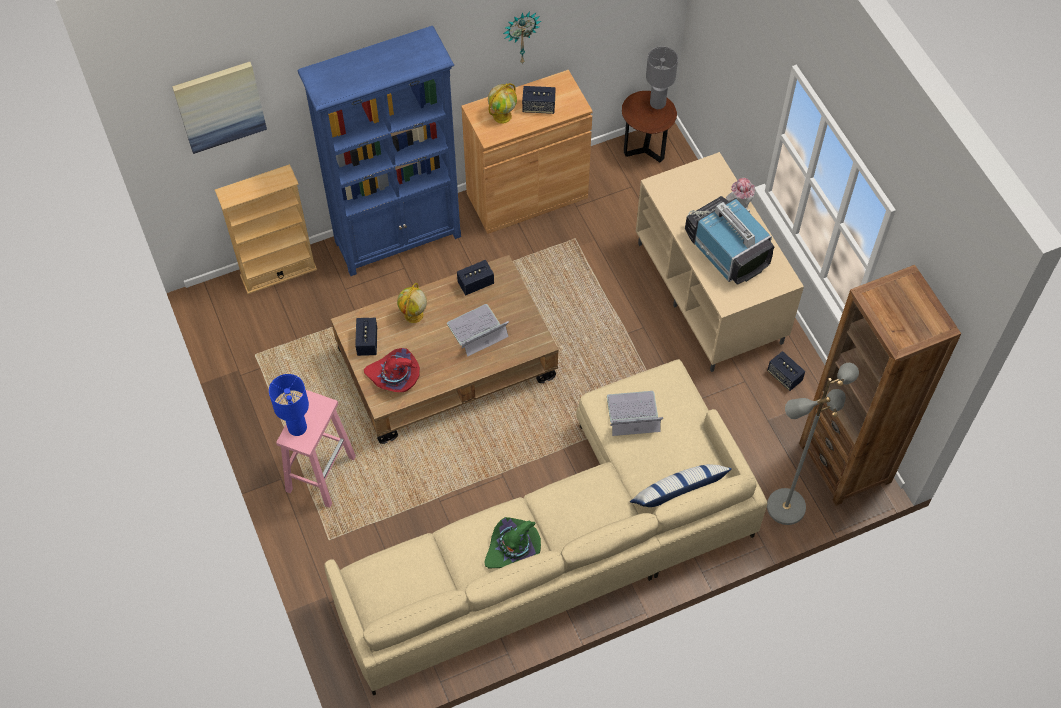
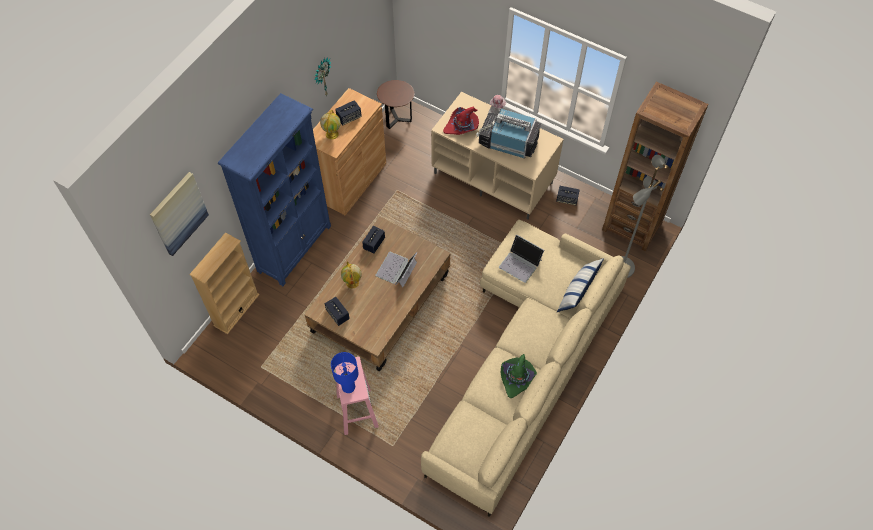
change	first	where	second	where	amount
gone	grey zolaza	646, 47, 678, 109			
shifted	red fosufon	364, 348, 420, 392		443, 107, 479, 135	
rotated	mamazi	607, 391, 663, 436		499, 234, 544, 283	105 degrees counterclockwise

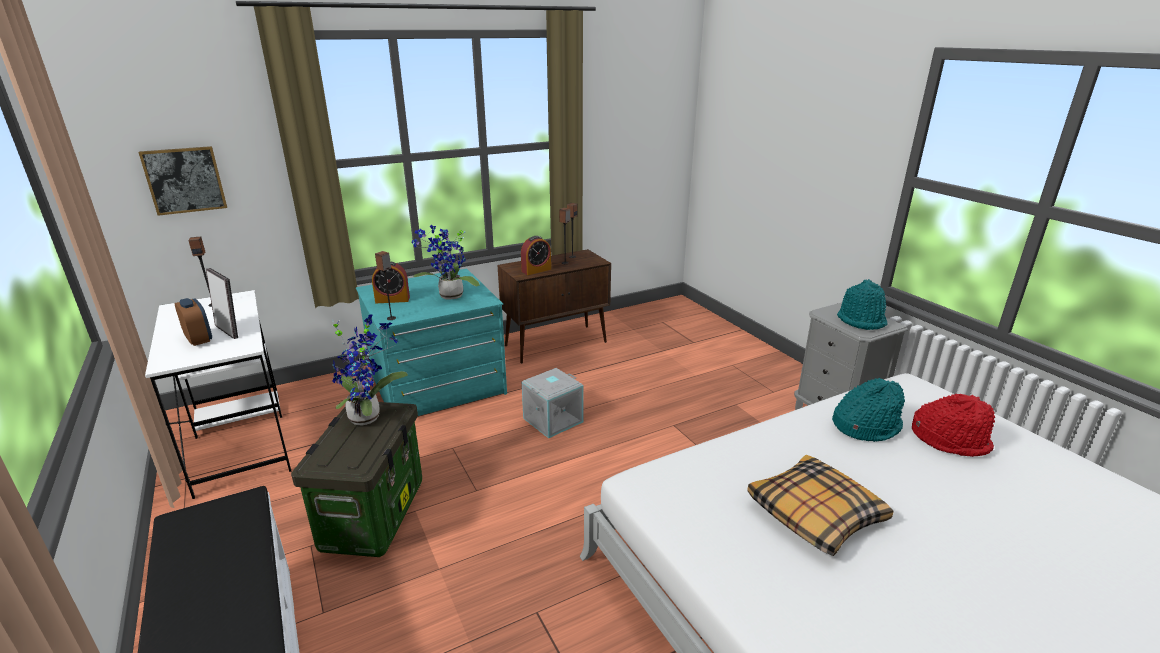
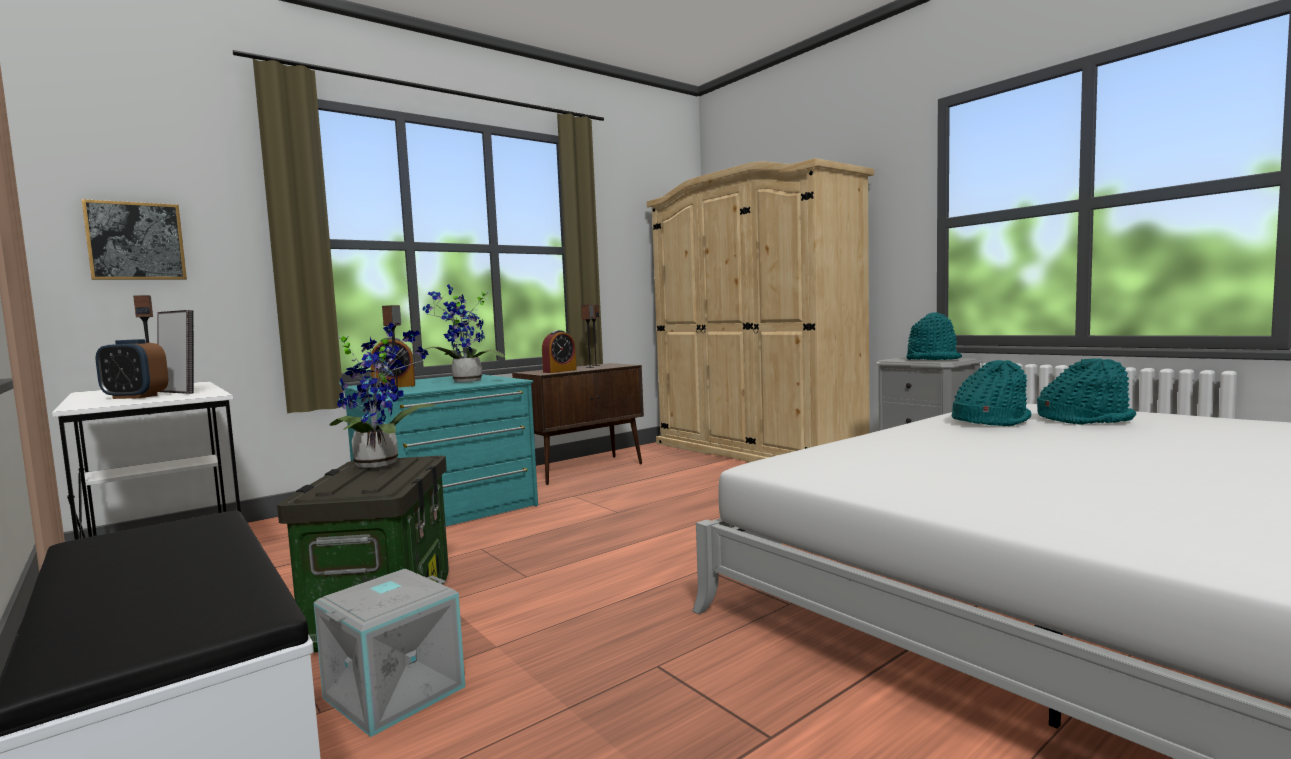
change	first	where	second	where	amount
gone	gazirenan	748, 455, 894, 556			
new			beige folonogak	647, 158, 874, 462	
shifted	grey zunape	522, 368, 583, 438		314, 569, 466, 737	
repainted	red fosufon	912, 394, 995, 457	turquoise fosufon	1037, 359, 1136, 425	
rotated	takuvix	175, 298, 212, 346		95, 339, 168, 399	150 degrees clockwise

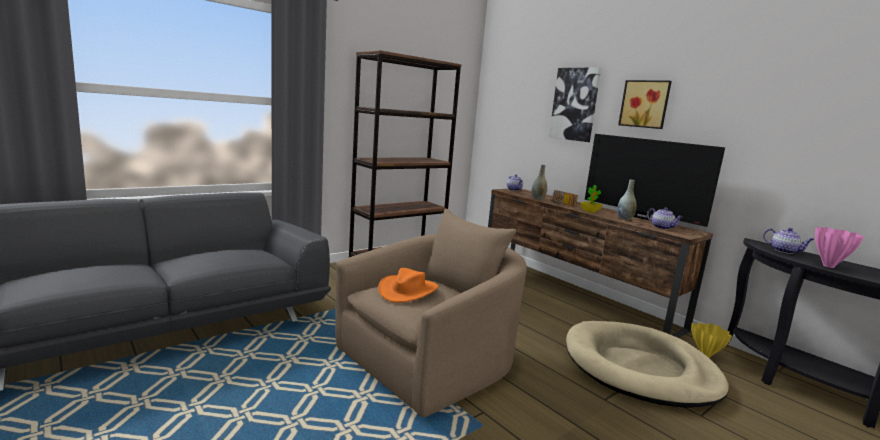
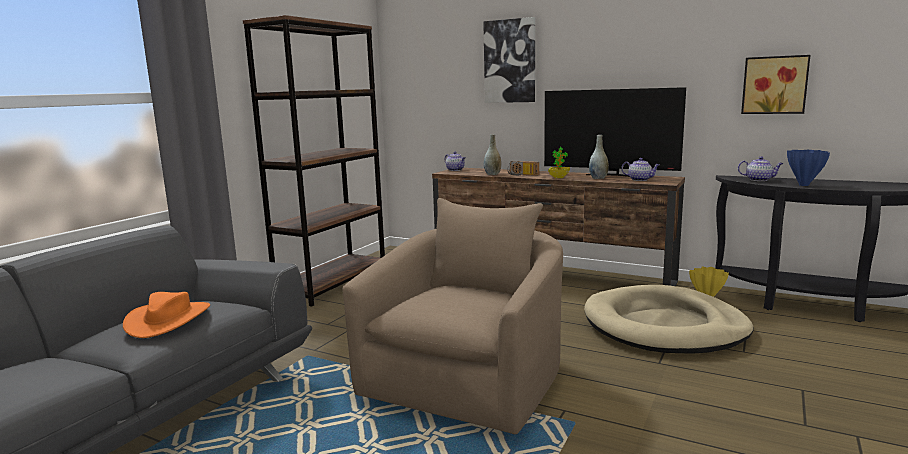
change	first	where	second	where	amount
shifted	orange fosufon	378, 268, 439, 303		123, 292, 210, 338	
shifted	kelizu	618, 80, 672, 129		741, 55, 810, 114	
repainted	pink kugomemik	815, 227, 864, 268	blue kugomemik	787, 150, 830, 186	

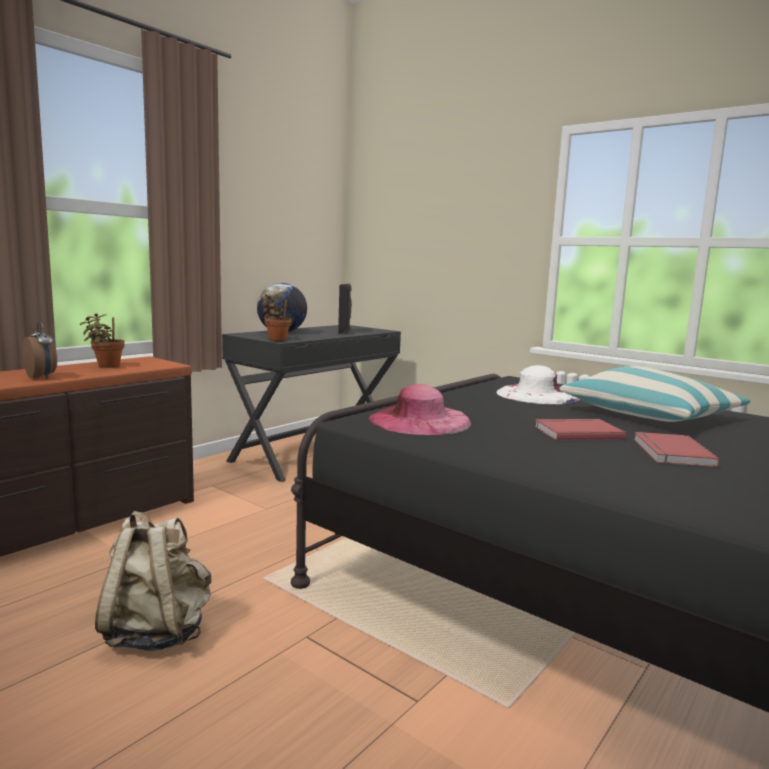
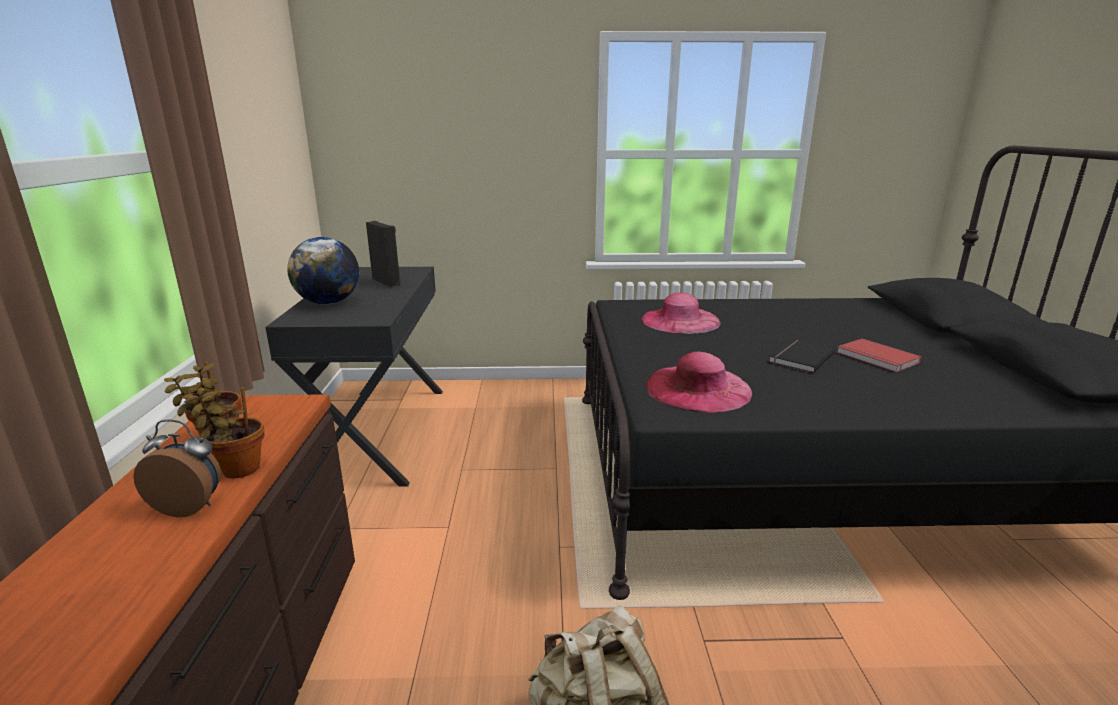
change	first	where	second	where	amount
gone	gazirenan	560, 366, 750, 422			
shifted	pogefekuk	262, 294, 291, 341		182, 387, 265, 478	
repainted	white fosufon	496, 365, 581, 405	pink fosufon	641, 293, 721, 334	
repainted	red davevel	535, 419, 626, 441	black davevel	769, 339, 835, 373	

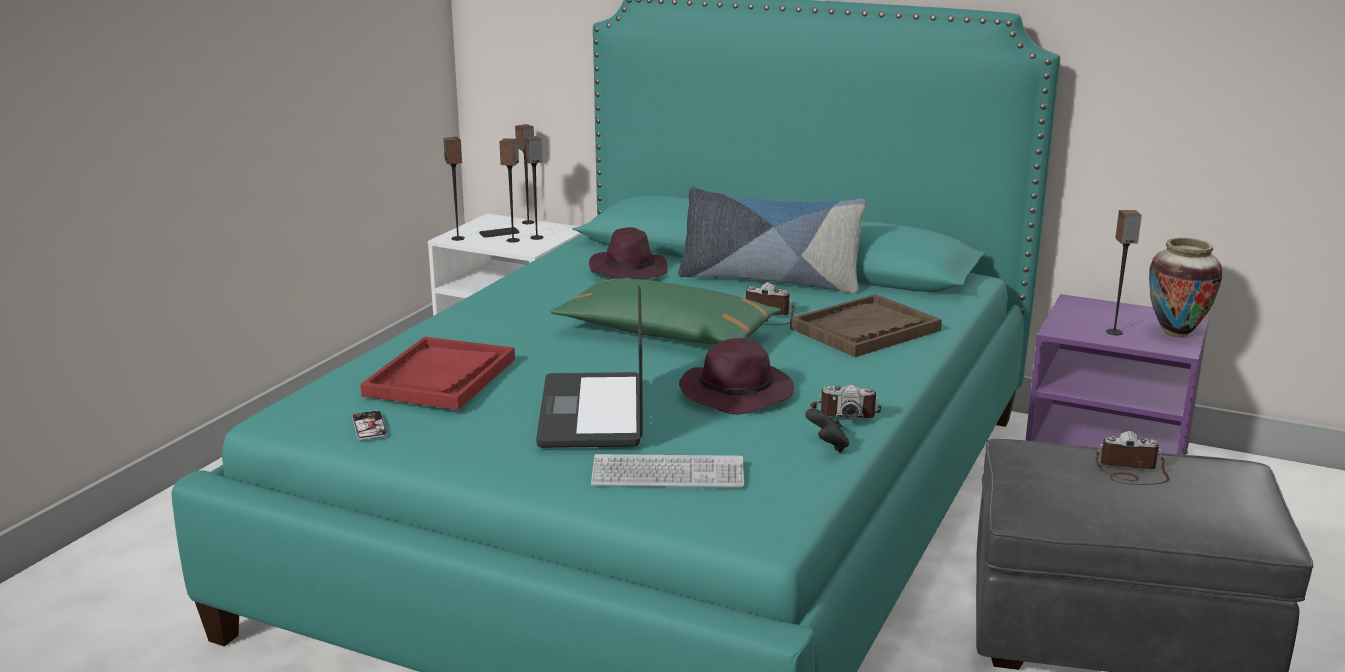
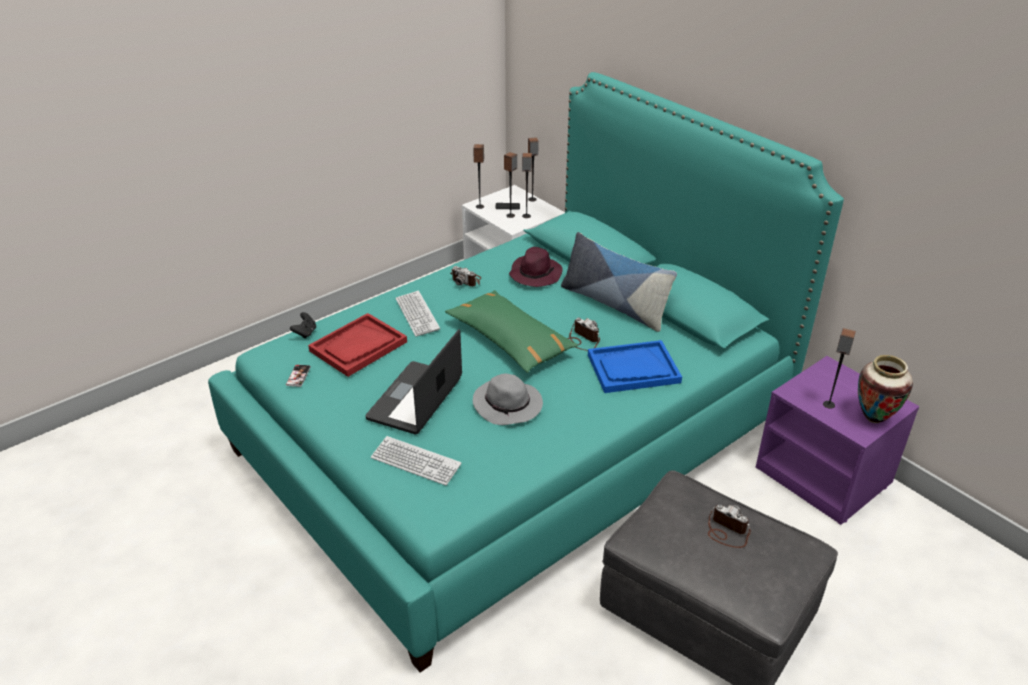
change	first	where	second	where	amount
new			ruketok	395, 291, 440, 337	
shifted	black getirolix	805, 409, 849, 453		290, 312, 316, 339	
shifted	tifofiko	810, 384, 881, 420		450, 266, 481, 287	
repainted	purple fosufon	679, 338, 794, 414	grey fosufon	473, 373, 543, 425	
repainted	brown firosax	790, 294, 942, 357	blue firosax	588, 340, 682, 393	

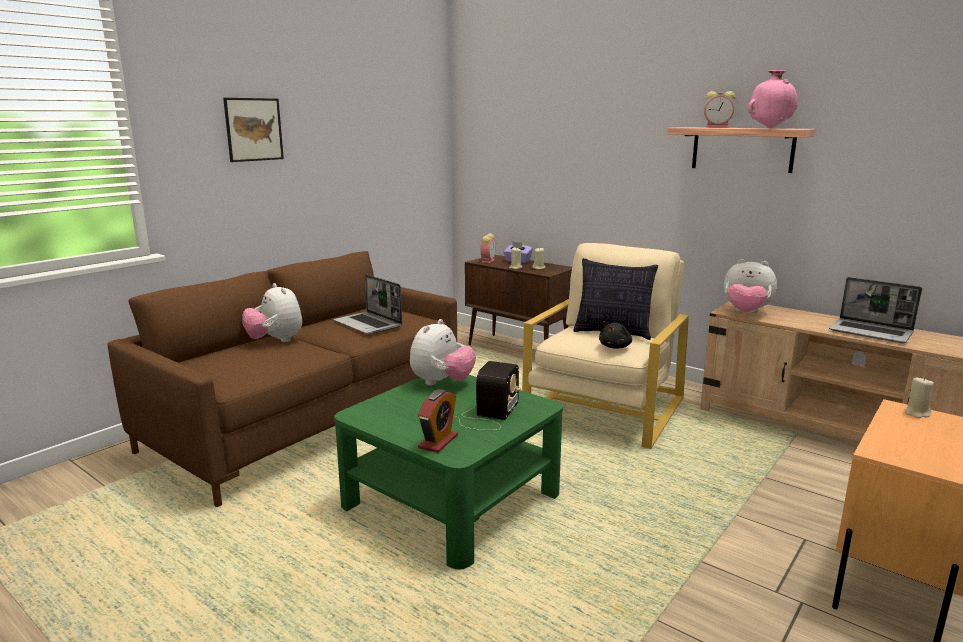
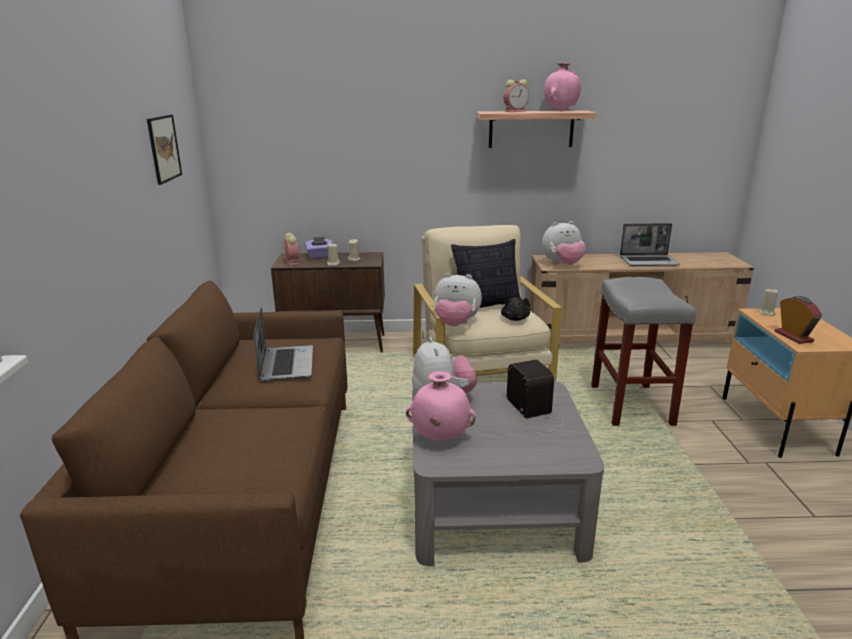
change	first	where	second	where	amount
new			pink kugomemik	406, 371, 476, 440	
new			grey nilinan	591, 277, 696, 426	
shifted	kelizu	223, 98, 284, 162		147, 115, 182, 185	
shifted	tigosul	242, 283, 302, 342		434, 273, 482, 326	
shifted	takuvix	418, 389, 458, 453		775, 296, 822, 344	
repainted	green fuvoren	334, 375, 563, 570	grey fuvoren	412, 382, 604, 566	
rotated	mamazi	333, 274, 402, 334		253, 308, 313, 382	105 degrees counterclockwise

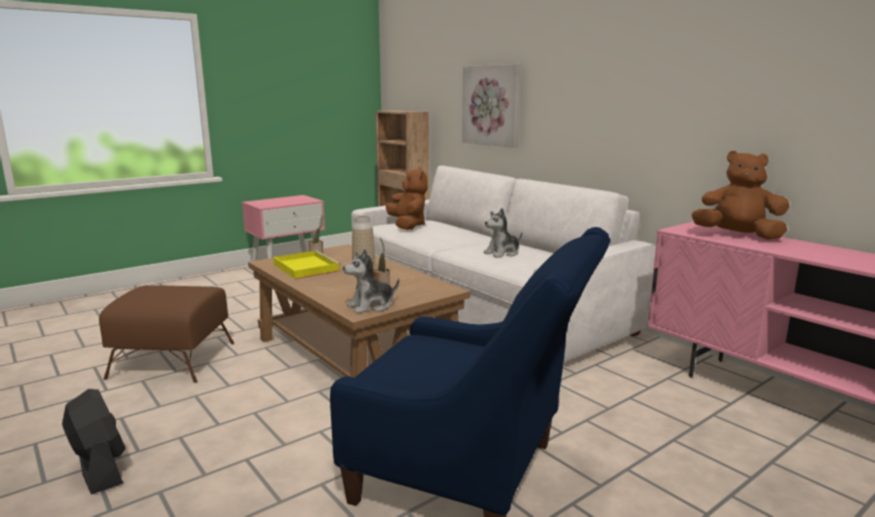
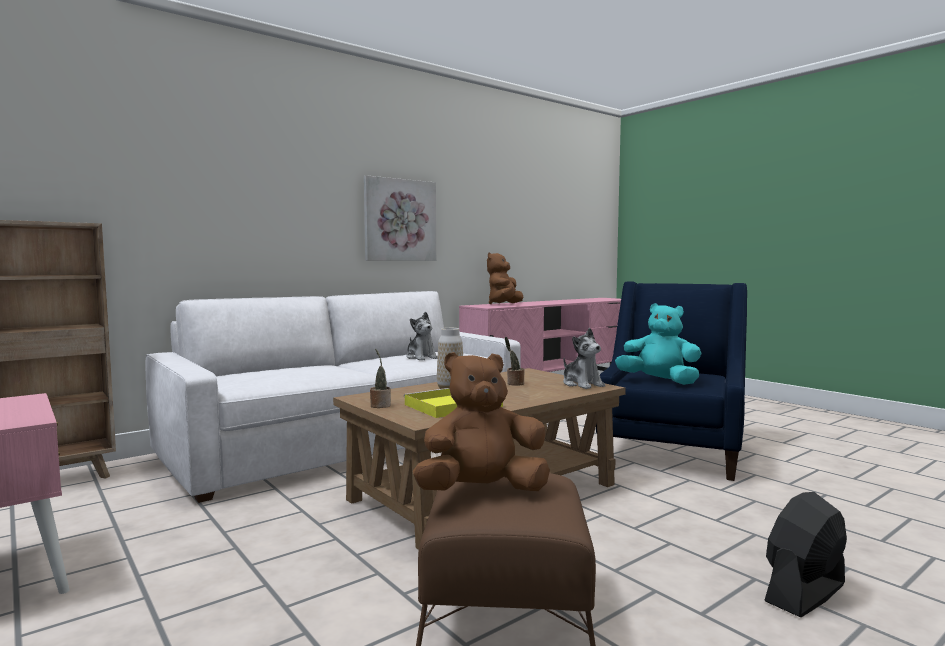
change	first	where	second	where	amount
new			turquoise tigosul	615, 303, 702, 385	
shifted	brown tigosul	386, 167, 428, 230		413, 352, 550, 491	
shifted	kelizu	462, 64, 520, 148		364, 175, 436, 261	

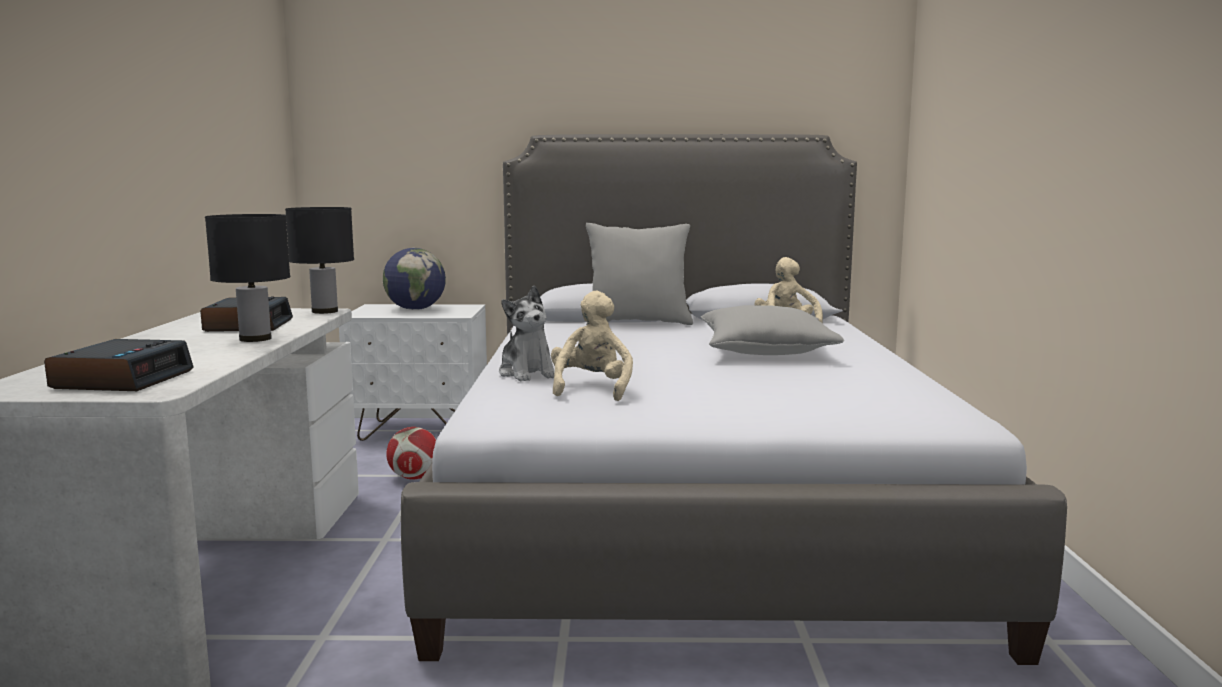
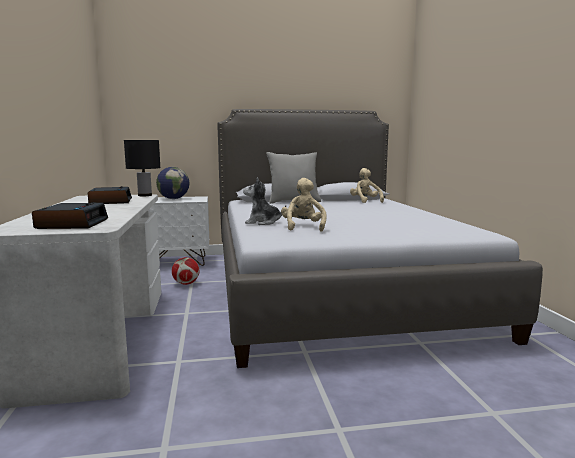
change	first	where	second	where	amount
gone	black zolaza	205, 214, 290, 342			
gone	grey gazirenan	701, 305, 844, 355			
rotated	tigosul	499, 286, 555, 381		243, 177, 286, 225	135 degrees clockwise

